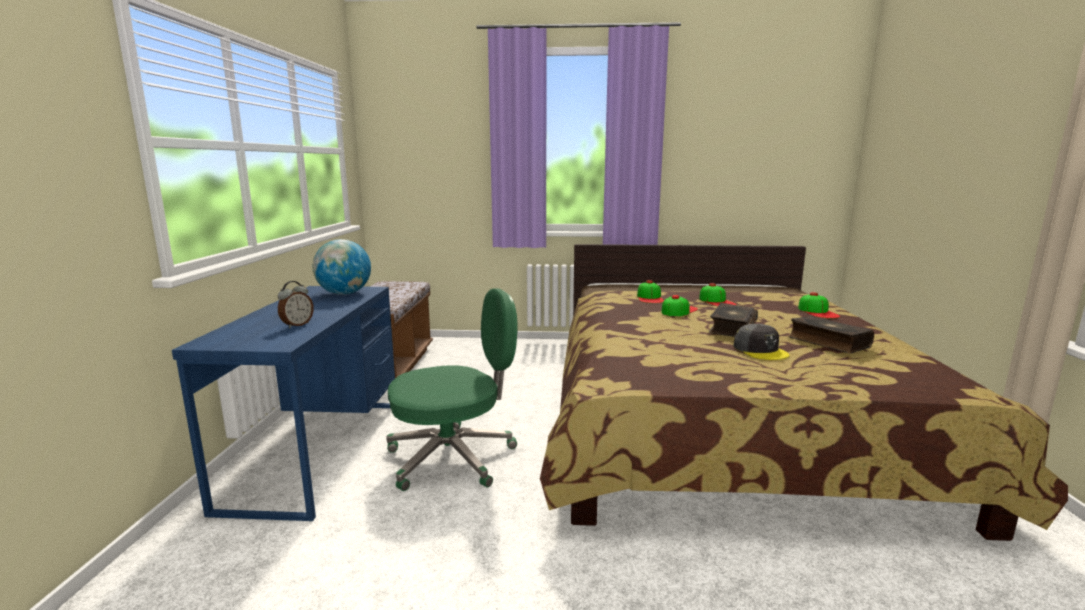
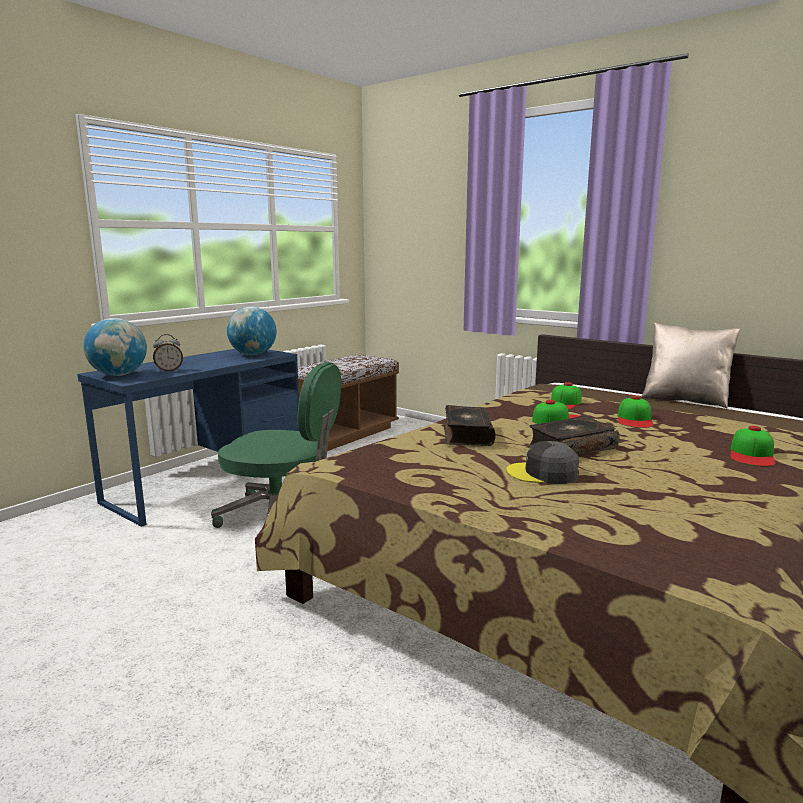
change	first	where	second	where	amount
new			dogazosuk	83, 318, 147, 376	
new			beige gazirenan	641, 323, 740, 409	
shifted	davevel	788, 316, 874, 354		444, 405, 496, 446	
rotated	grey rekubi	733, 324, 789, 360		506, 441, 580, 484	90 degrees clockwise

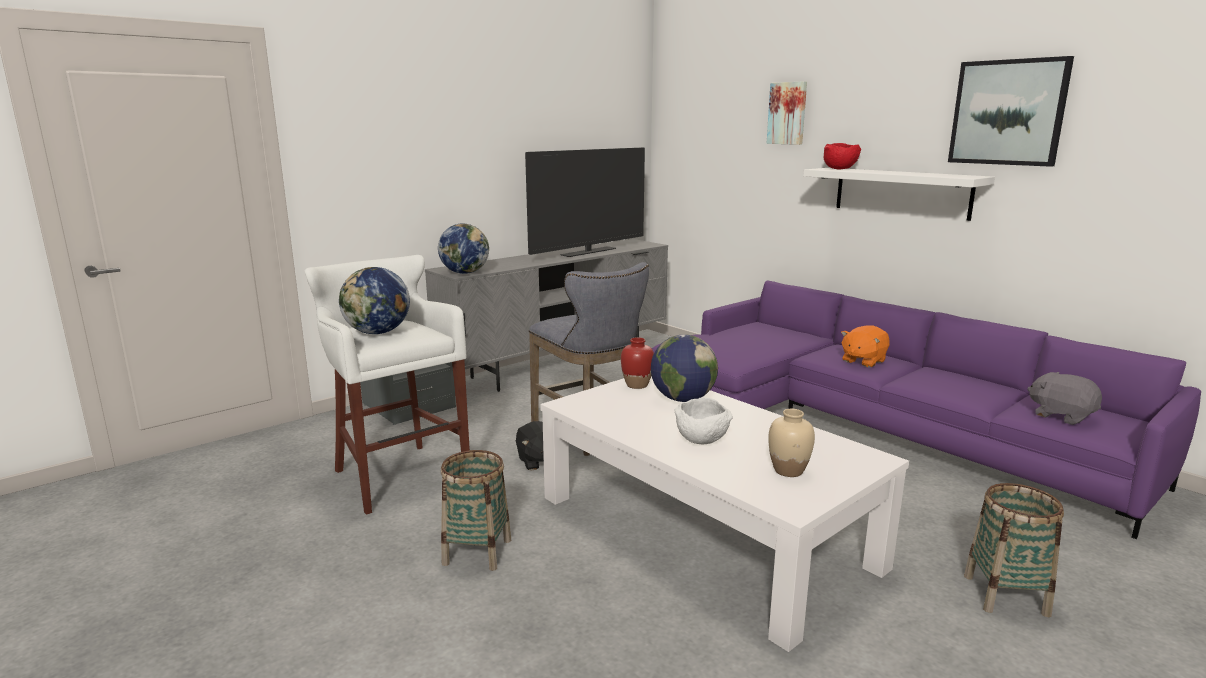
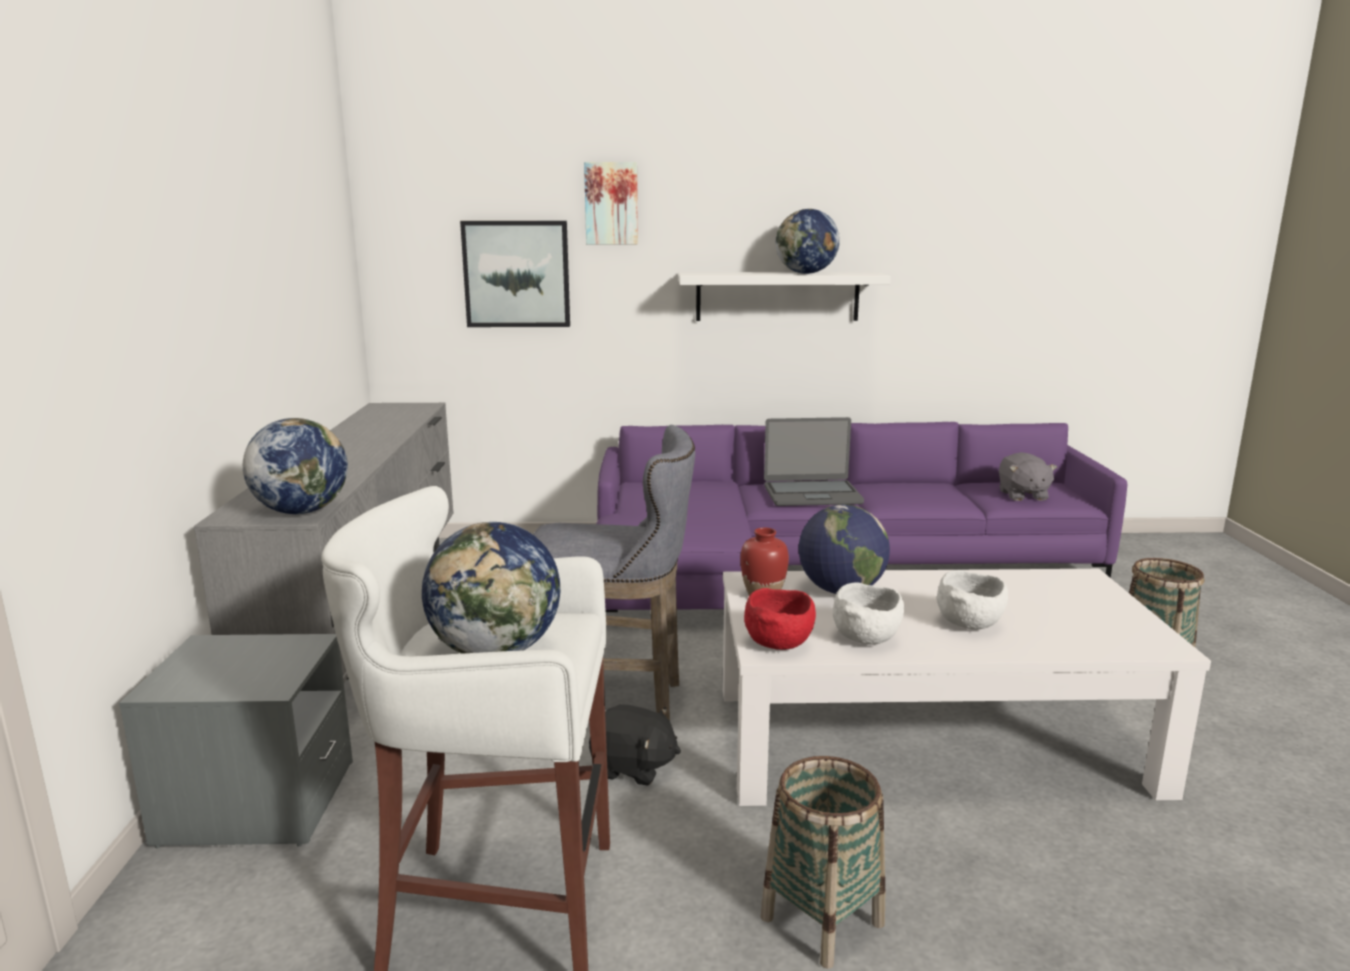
change	first	where	second	where	amount
gone	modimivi	525, 147, 645, 257			
gone	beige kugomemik	768, 409, 815, 477			
new			dogazosuk	776, 209, 840, 274	
new			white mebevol	833, 582, 904, 645	
shifted	red mebevol	824, 143, 862, 169		744, 588, 816, 650	
shifted	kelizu	948, 56, 1074, 167		460, 221, 570, 327	
swapped	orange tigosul	841, 325, 889, 367	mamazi	764, 417, 864, 506	
rotated	grey tigosul	1027, 372, 1102, 425		999, 452, 1057, 501	90 degrees counterclockwise

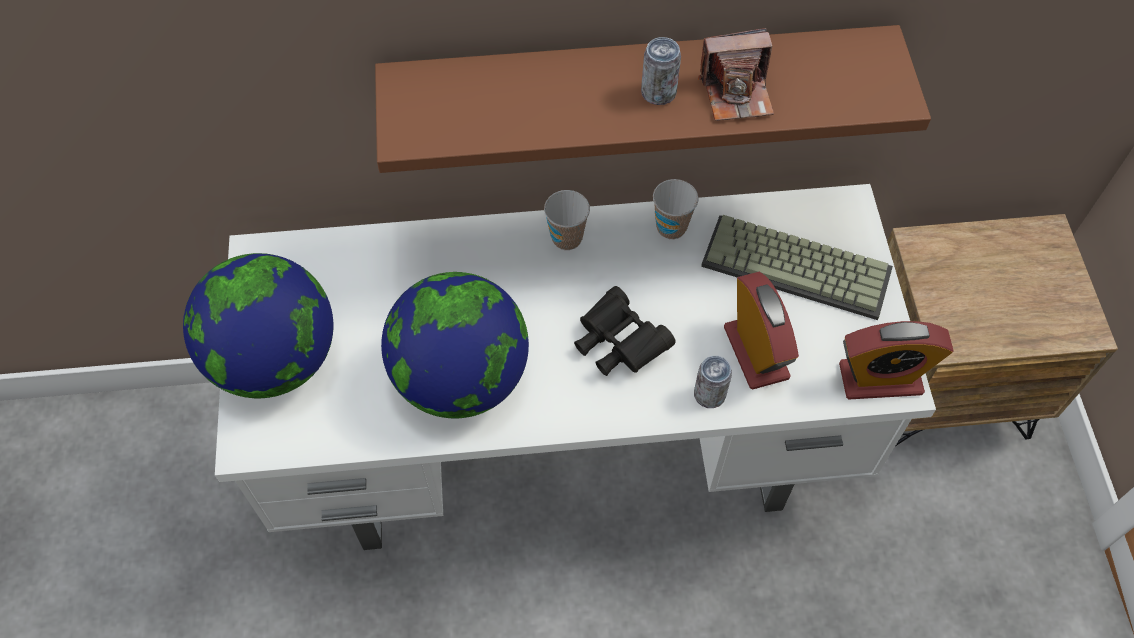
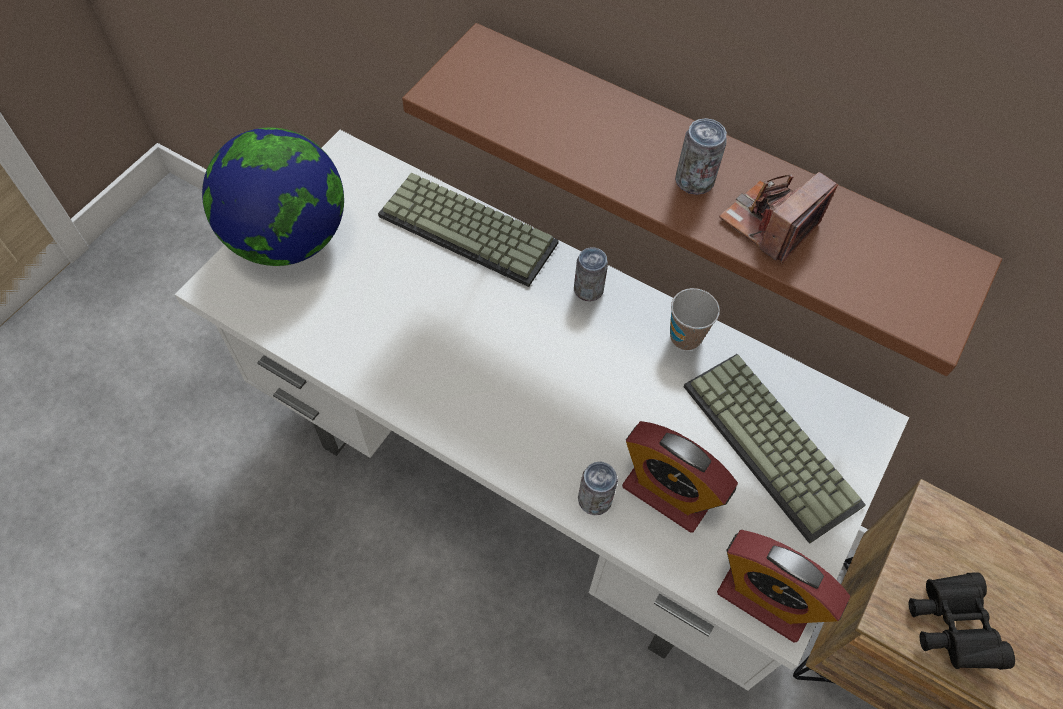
change	first	where	second	where	amount
gone	dogazosuk	381, 272, 529, 418			
new			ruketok	378, 172, 559, 287	
shifted	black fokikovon	574, 286, 676, 376		909, 573, 1015, 670	
swapped	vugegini	544, 190, 590, 250	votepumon	574, 247, 608, 301	
rotated	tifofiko	698, 28, 774, 121		719, 172, 838, 264	105 degrees clockwise
rotated	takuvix	724, 272, 799, 390		622, 421, 738, 533	105 degrees clockwise

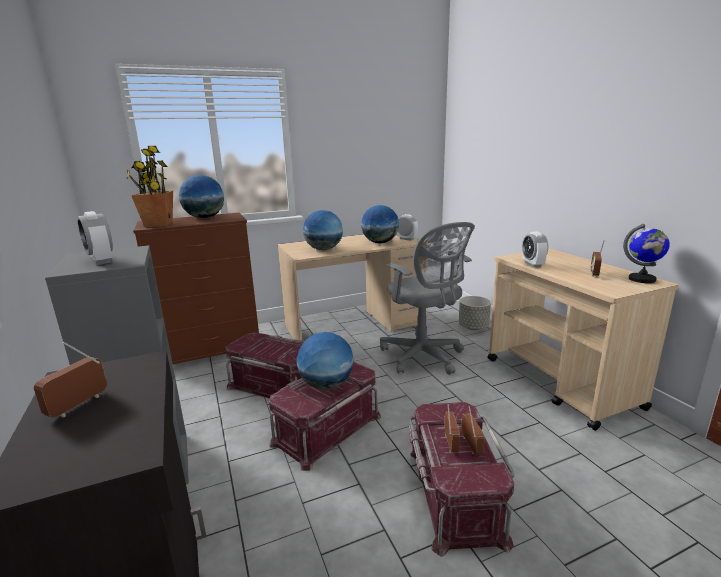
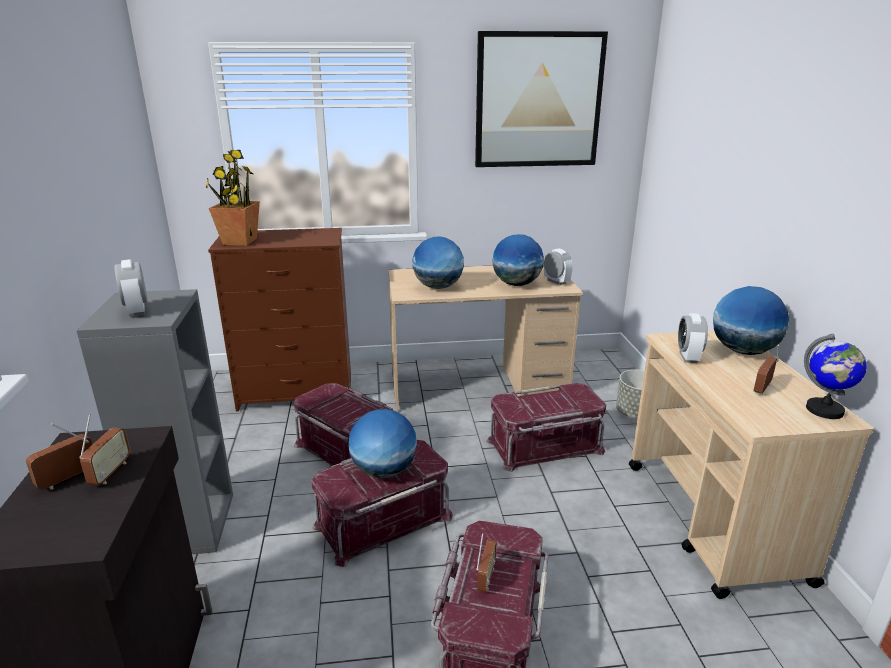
change	first	where	second	where	amount
new			kelizu	475, 31, 608, 167	
shifted	dogazosuk	179, 175, 224, 218		713, 286, 789, 355	
shifted	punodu	461, 406, 485, 455		79, 414, 130, 485	
swapped	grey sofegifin	380, 222, 475, 375	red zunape	486, 383, 606, 472	

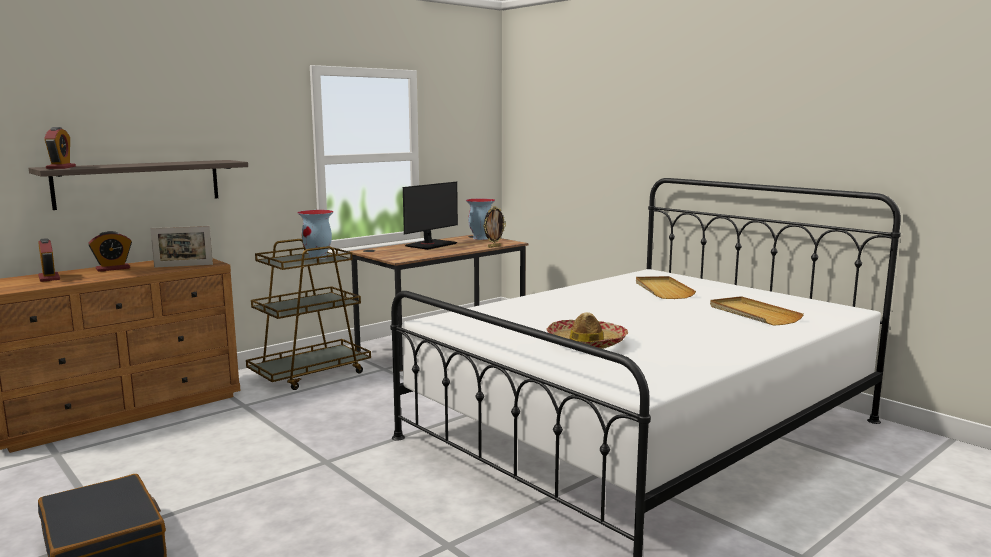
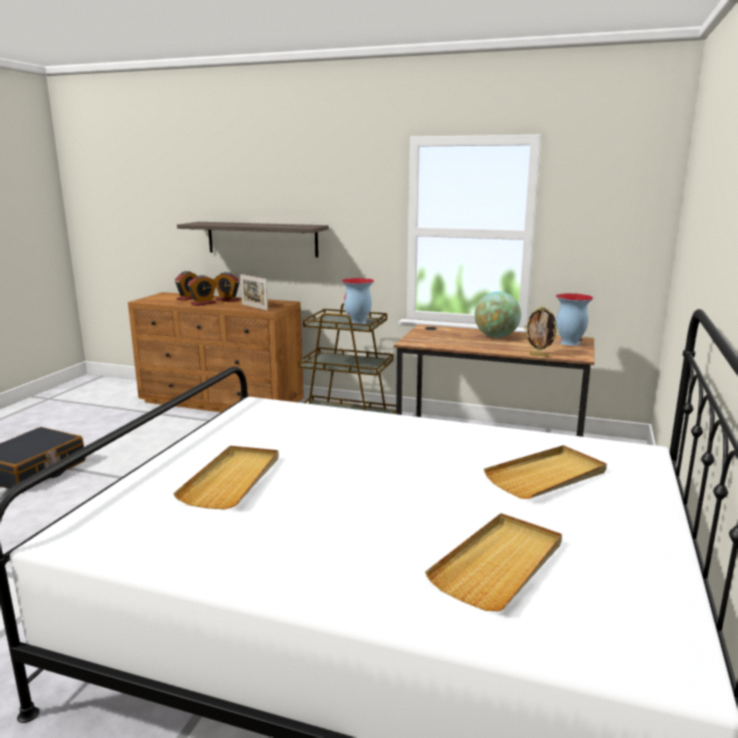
change	first	where	second	where	amount
shifted	takuvix	44, 127, 76, 169		187, 275, 217, 306	
swapped	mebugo	403, 181, 458, 250	dogazosuk	474, 292, 521, 338	
swapped	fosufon	547, 312, 628, 349	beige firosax	173, 446, 279, 510	

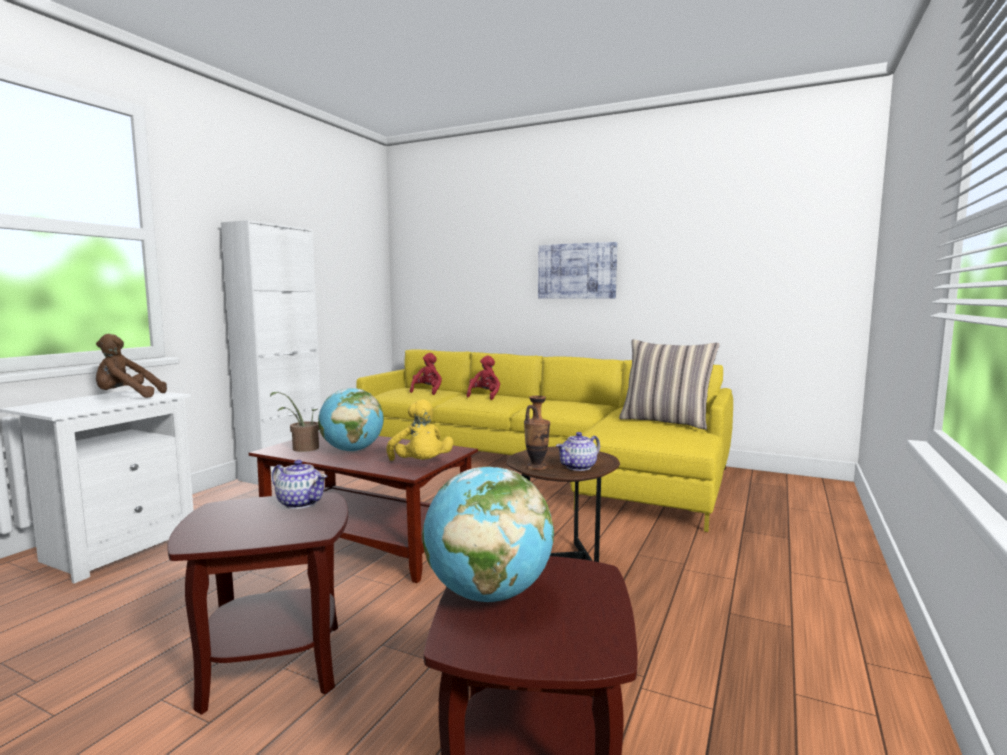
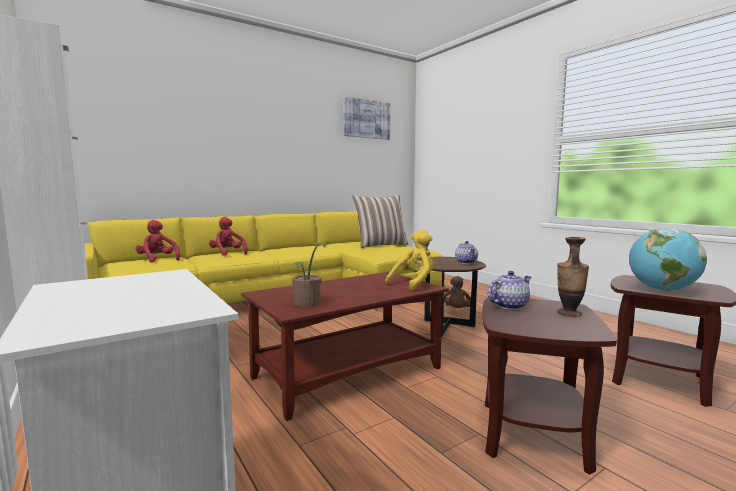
change	first	where	second	where	amount
gone	dogazosuk	318, 388, 384, 452			
shifted	brown tigosul	96, 334, 167, 398		444, 276, 471, 308	
shifted	kugomemik	524, 396, 550, 470		557, 237, 589, 317	
shifted	kelizu	538, 242, 617, 299		343, 96, 390, 140	
rotated	yellow tigosul	386, 399, 454, 461		385, 230, 433, 291	45 degrees counterclockwise

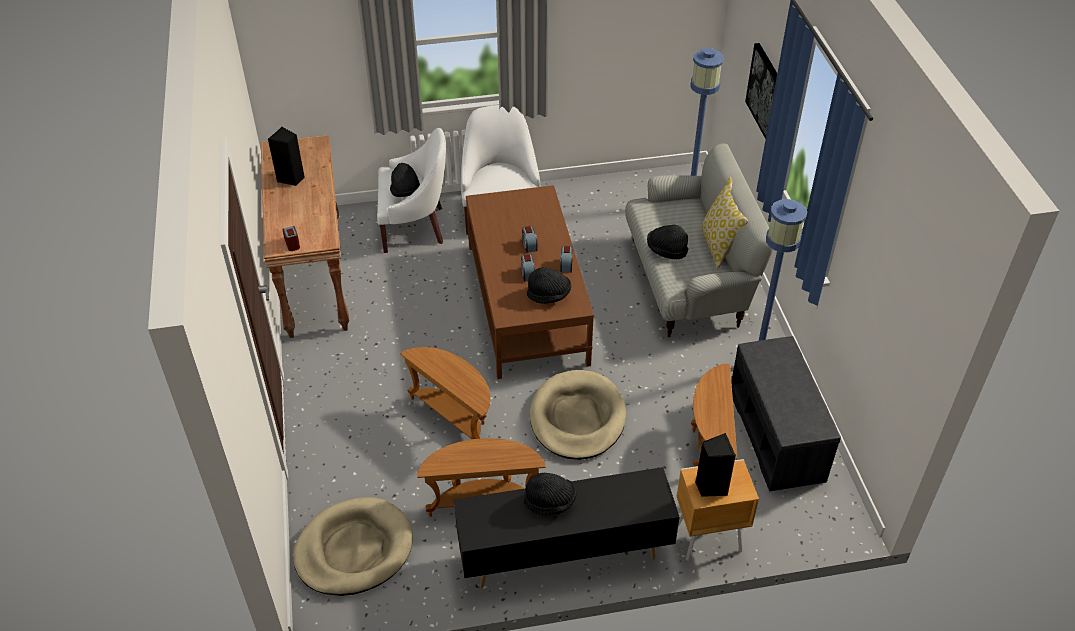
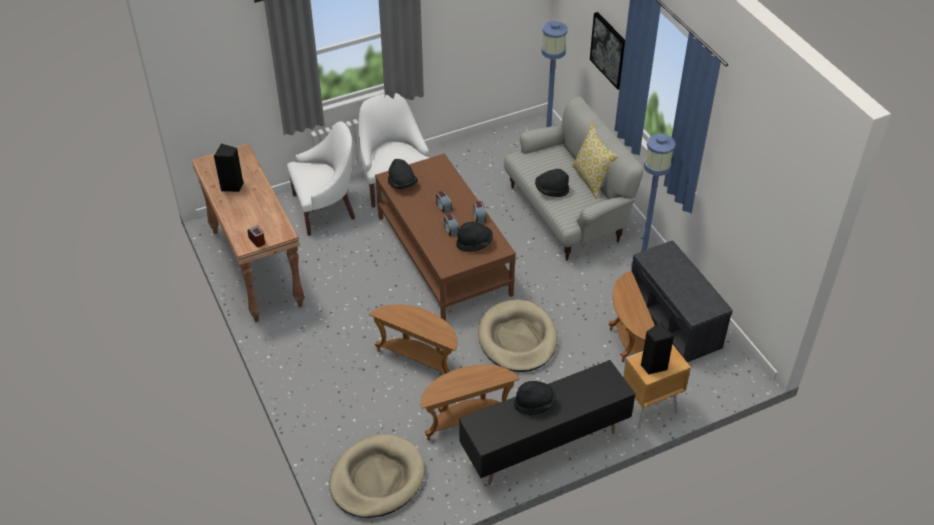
change	first	where	second	where	amount
shifted	black fosufon	390, 163, 420, 197		388, 159, 418, 189	

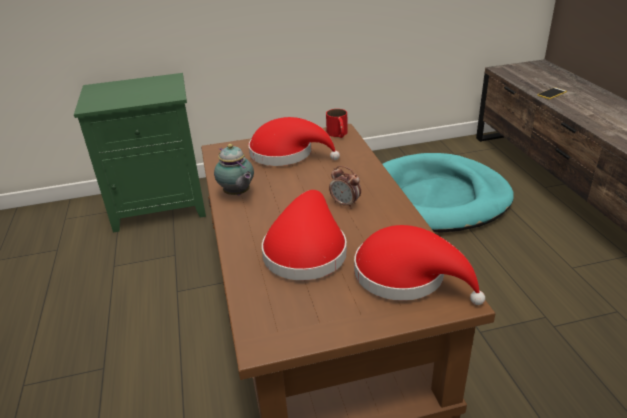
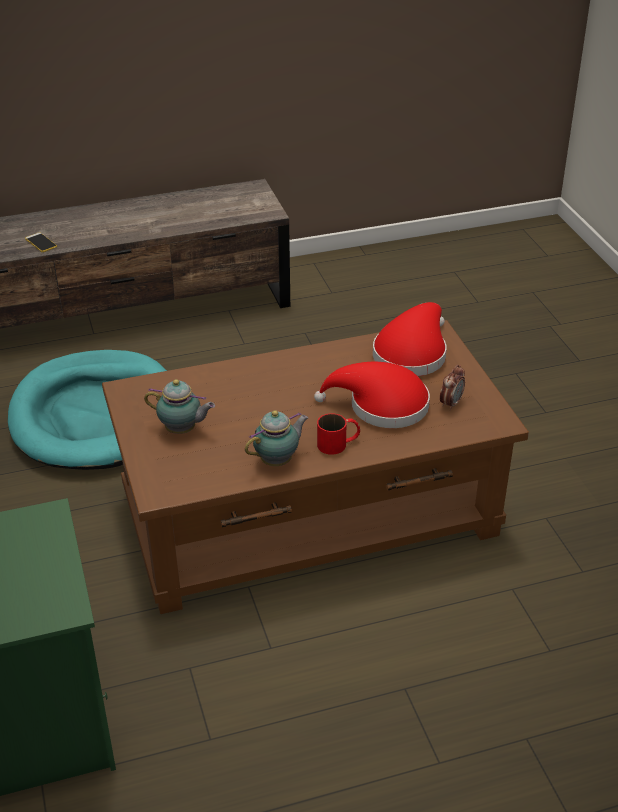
change	first	where	second	where	amount
shifted	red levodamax	326, 109, 348, 138		317, 413, 360, 455	
shifted	takuvix	329, 166, 361, 209		440, 365, 465, 411	
swapped	red fosufon	248, 117, 340, 166	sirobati	144, 379, 215, 434	

